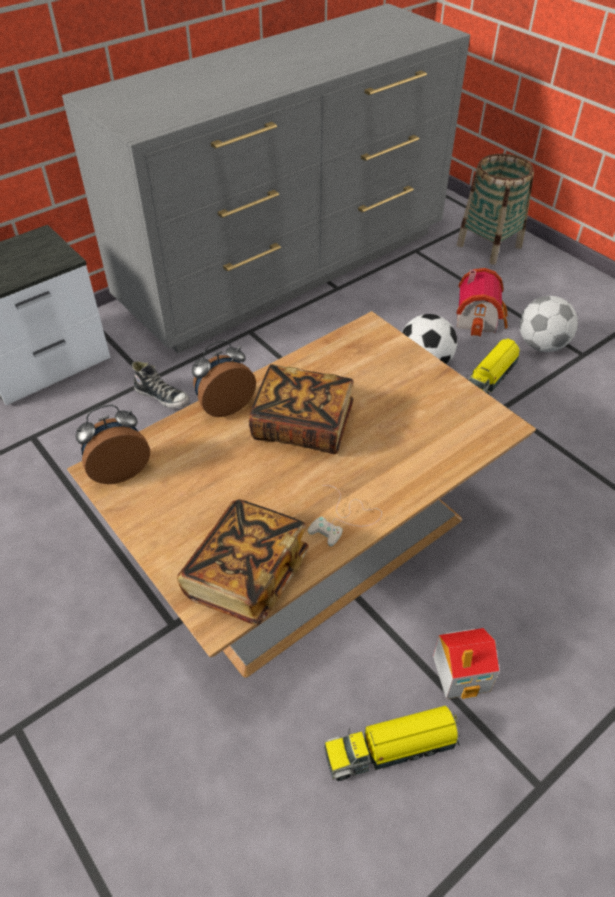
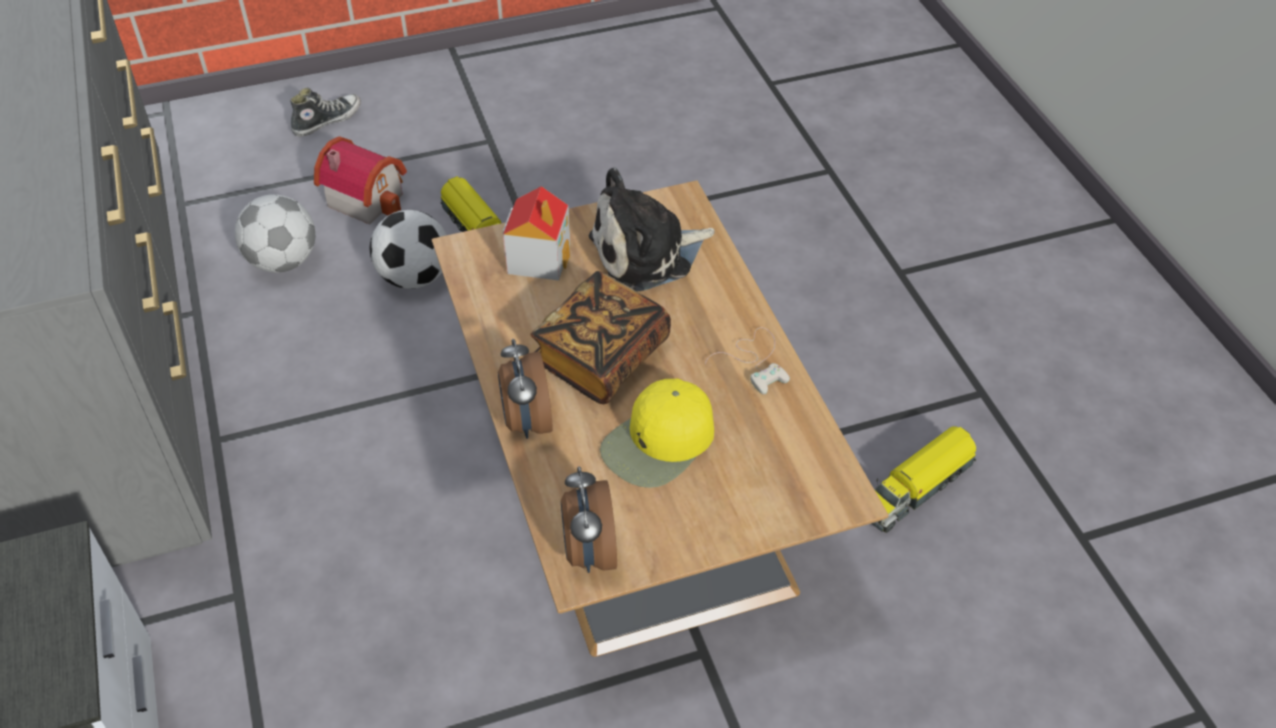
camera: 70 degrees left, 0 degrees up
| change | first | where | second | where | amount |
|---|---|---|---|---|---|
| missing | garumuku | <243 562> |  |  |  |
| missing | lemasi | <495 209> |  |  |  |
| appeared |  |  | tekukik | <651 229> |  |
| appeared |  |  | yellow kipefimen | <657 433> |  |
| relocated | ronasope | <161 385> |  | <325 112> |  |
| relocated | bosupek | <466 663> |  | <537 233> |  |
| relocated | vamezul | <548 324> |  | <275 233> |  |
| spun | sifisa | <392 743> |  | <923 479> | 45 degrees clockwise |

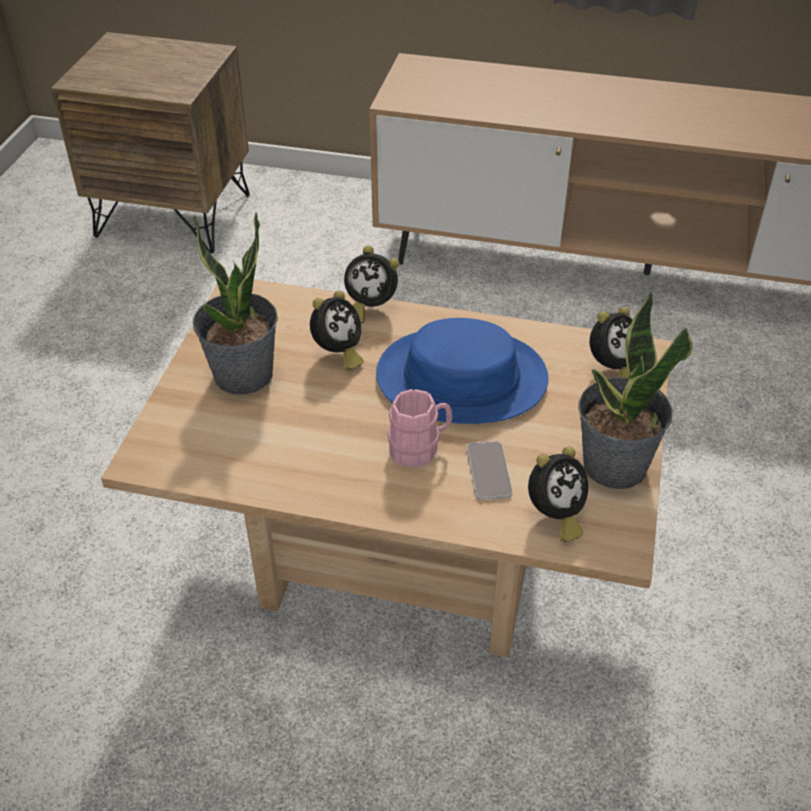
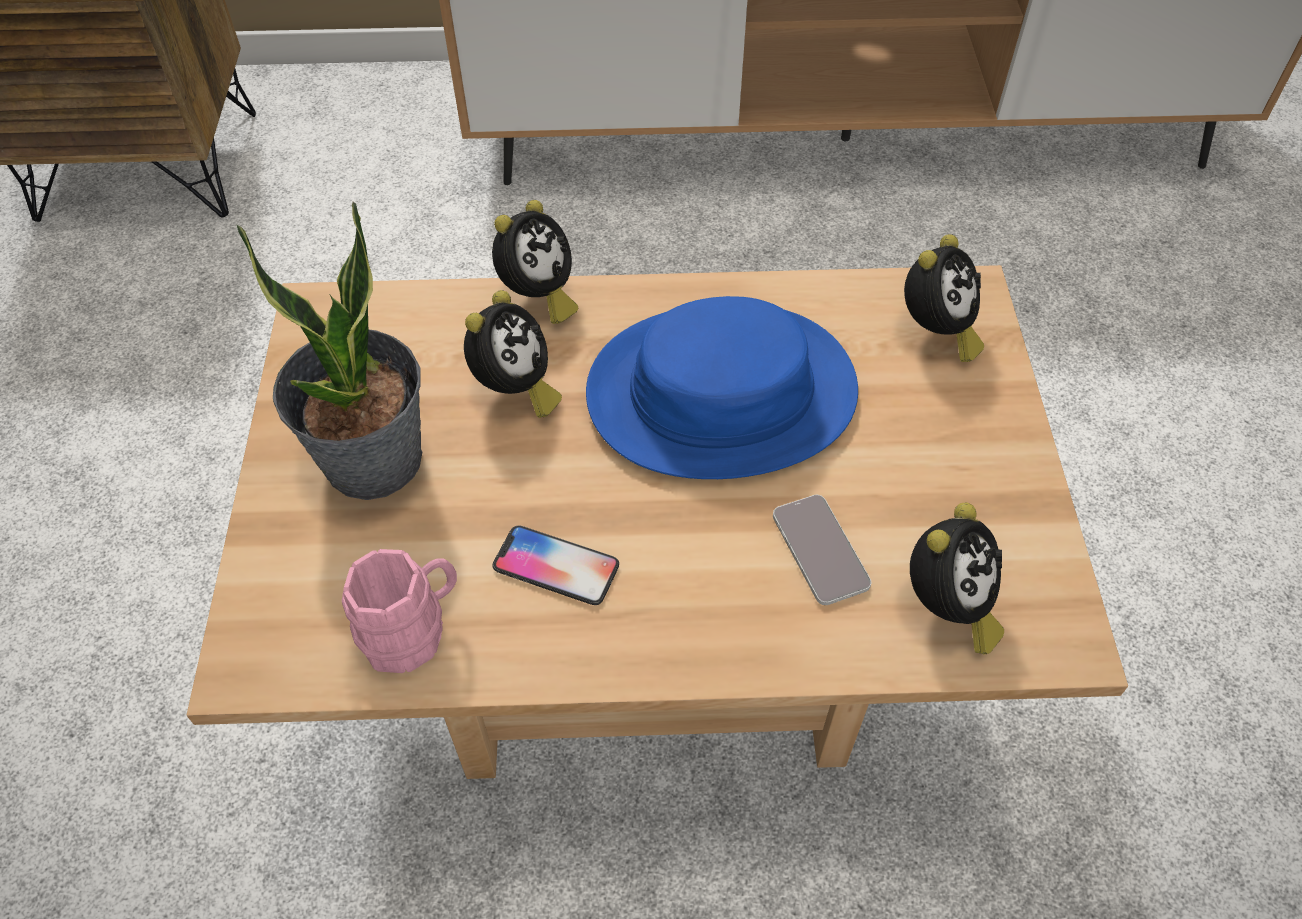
camera: 15 degrees left, 10 degrees up
| change | first | where | second | where | amount |
|---|---|---|---|---|---|
| missing | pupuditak | <635 390> |  |  |  |
| appeared |  |  | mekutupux | <555 565> |  |
| relocated | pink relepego | <419 428> |  | <399 611> |  |
| spun | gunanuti | <372 284> |  | <535 262> | 60 degrees counterclockwise |

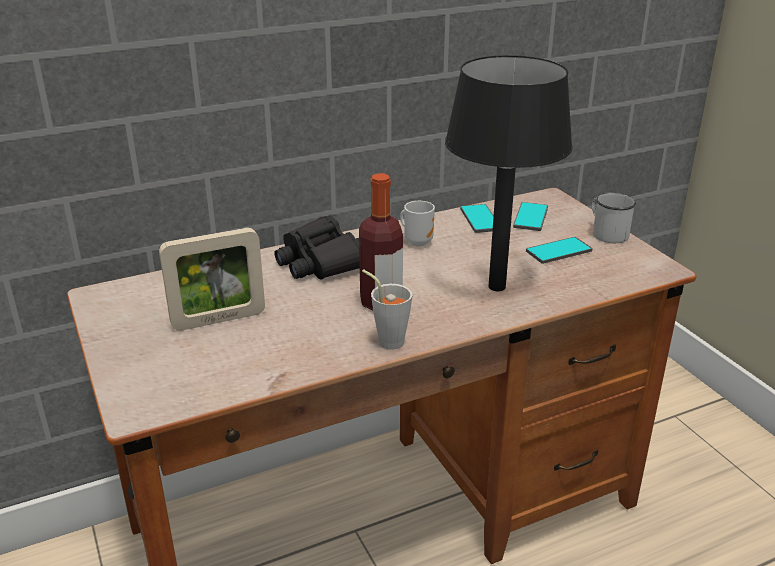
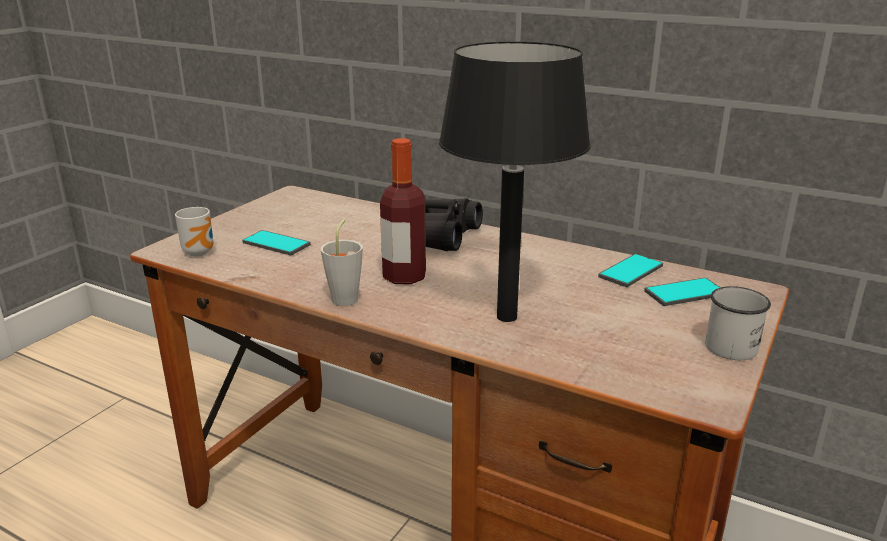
camera: 55 degrees right, 5 degrees down
| change | first | where | second | where | amount |
|---|---|---|---|---|---|
| missing | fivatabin | <212 279> |  |  |  |
| relocated | relepego | <417 223> |  | <194 231> |  |
| relocated | mekutupux | <559 250> |  | <276 242> |  |

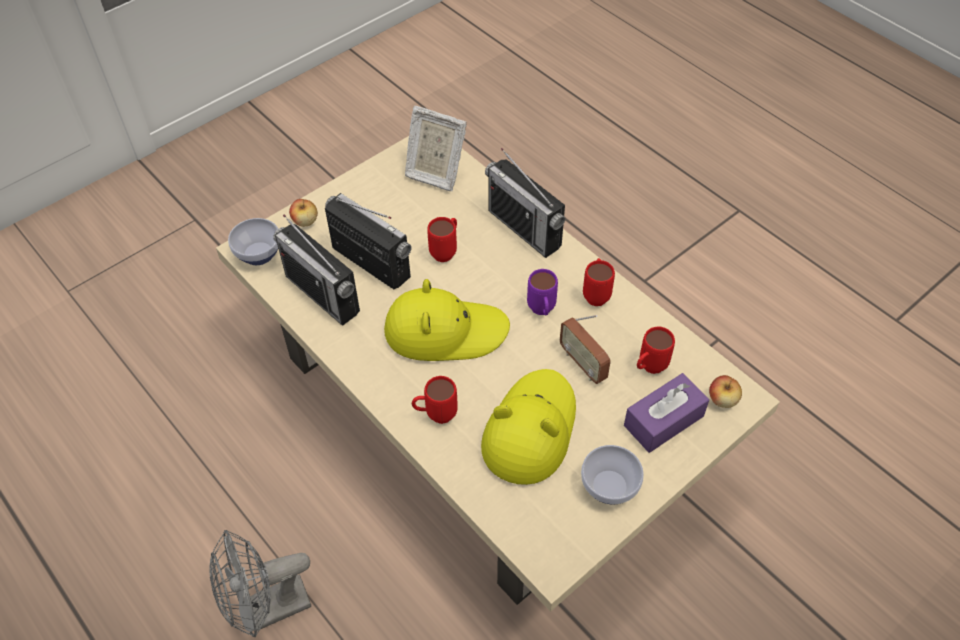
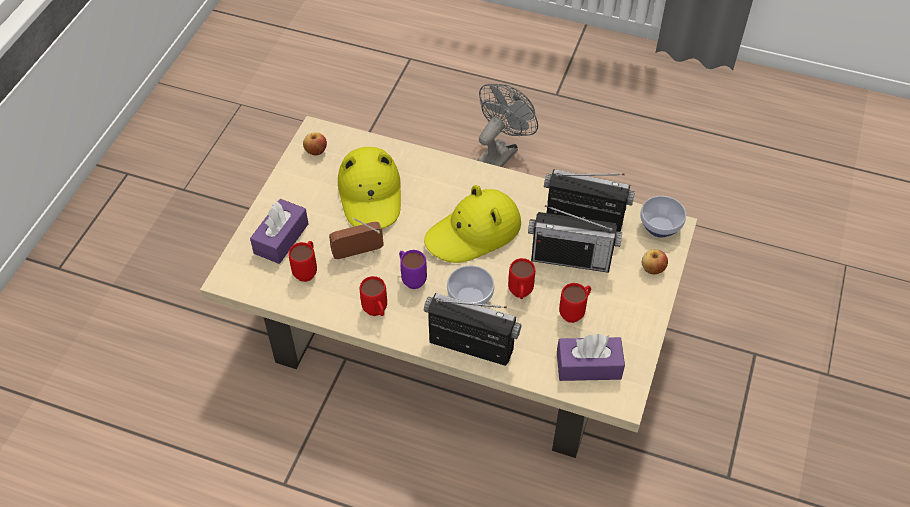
camera: 150 degrees right, 0 degrees up
| change | first | where | second | where | amount |
|---|---|---|---|---|---|
| relocated | red relepego | <435 400> |  | <575 303> |  |
| relocated | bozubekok | <612 474> |  | <470 284> |  |
| relocated | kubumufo | <725 391> |  | <315 143> |  |
| exchanged | fivatabin | <436 148> | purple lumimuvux | <591 357> |  |
| spun | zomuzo | <585 349> |  | <356 239> | 45 degrees counterclockwise |

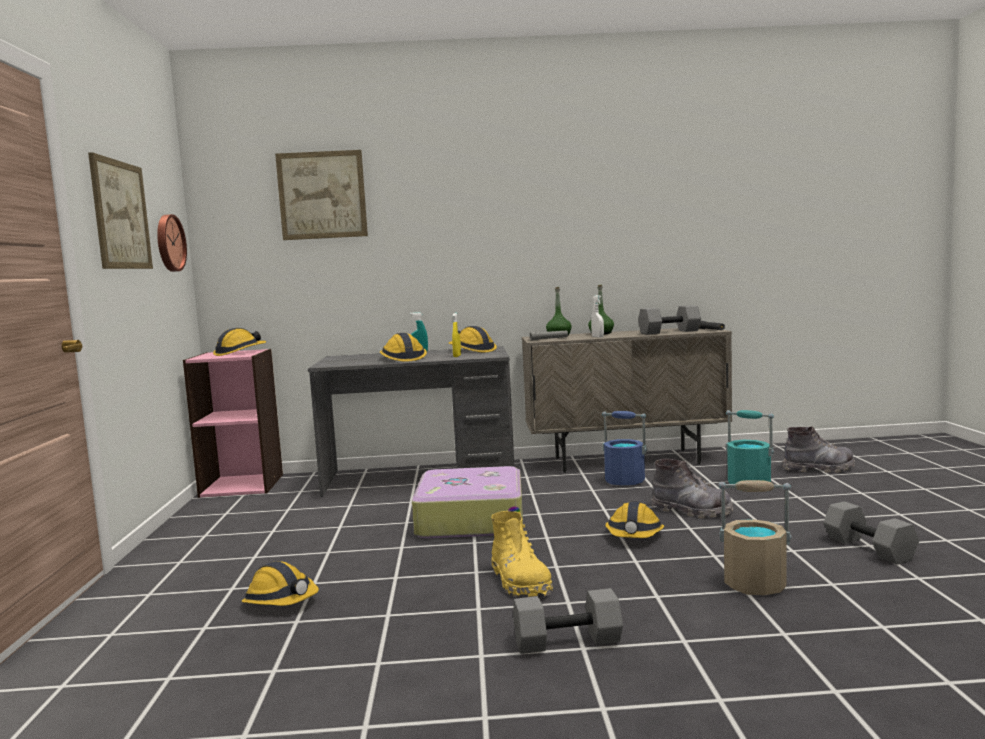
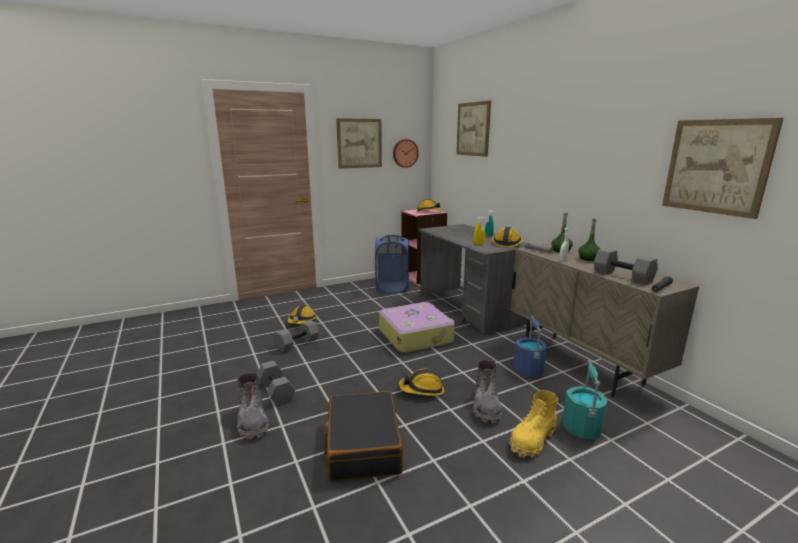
camera: 65 degrees right, 10 degrees up
| change | first | where | second | where | amount |
|---|---|---|---|---|---|
| missing | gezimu | <403 347> |  |  |  |
| appeared |  |  | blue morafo | <392 264> |  |
| appeared |  |  | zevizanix | <722 168> |  |
| relocated | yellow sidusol | <522 554> |  | <534 424> |  |
| relocated | grey sidusol | <819 449> |  | <253 406> |  |
| relocated | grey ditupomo | <871 533> |  | <296 336> |  |
| exchanged | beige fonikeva | <755 537> | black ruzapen | <363 436> |  |

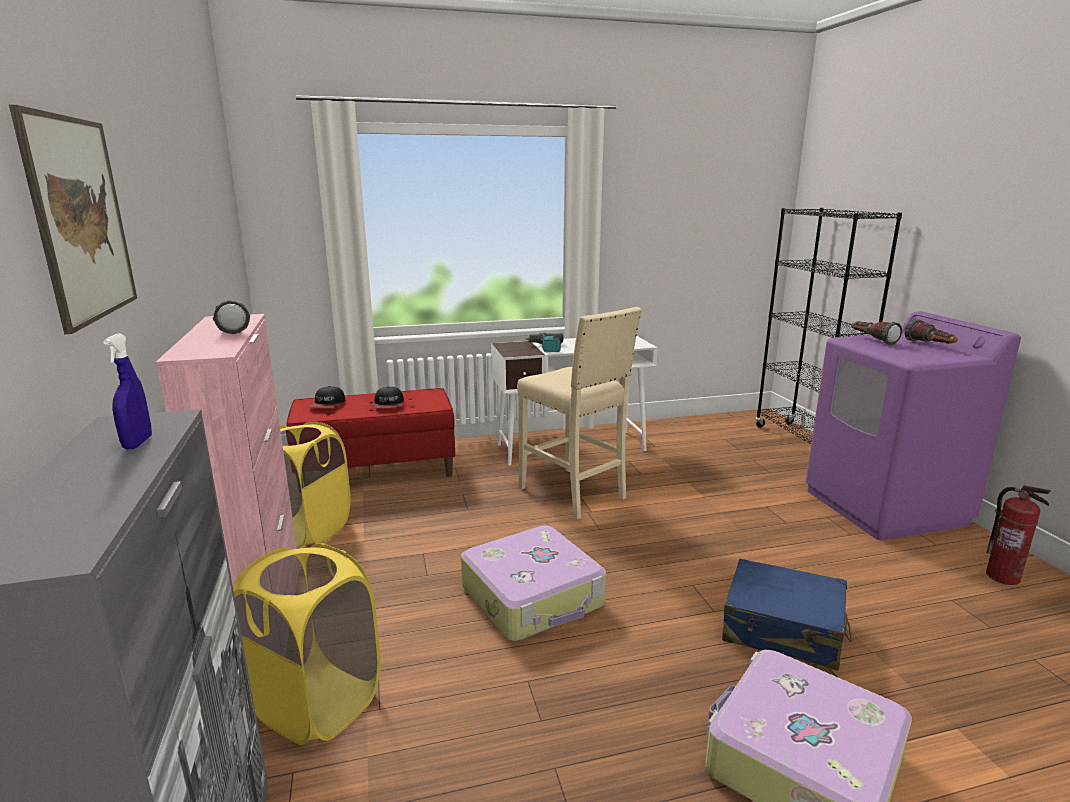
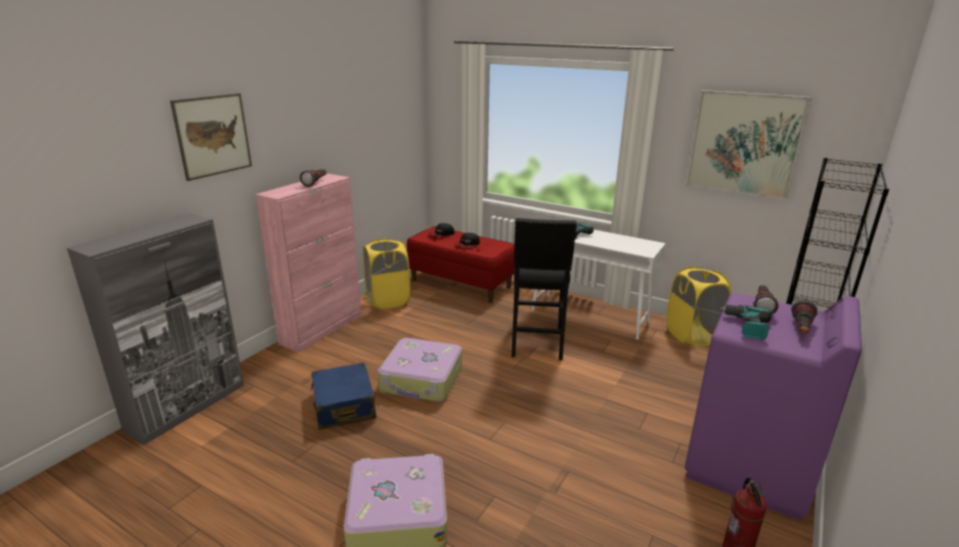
camera: 45 degrees right, 5 degrees up
| change | first | where | second | where | amount |
|---|---|---|---|---|---|
| missing | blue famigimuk | <127 391> |  |  |  |
| appeared |  |  | zevizanix | <748 145> |  |
| appeared |  |  | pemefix | <745 322> |  |
| relocated | yellow morafo | <307 644> |  | <699 307> |  |
| relocated | blue ruzapen | <787 615> |  | <343 396> |  |
| colour | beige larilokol | <579 413> | black larilokol | <544 289> |  |

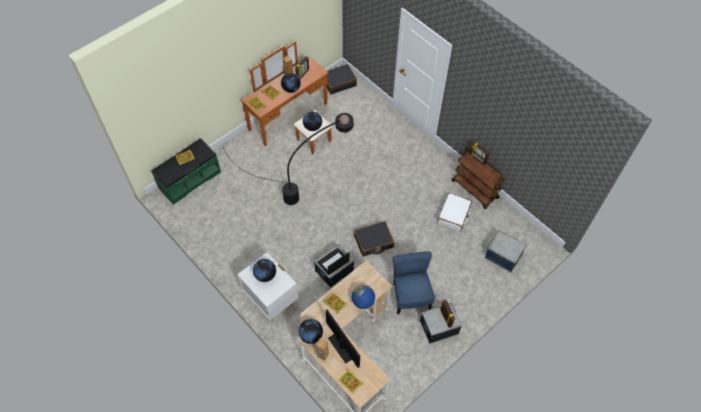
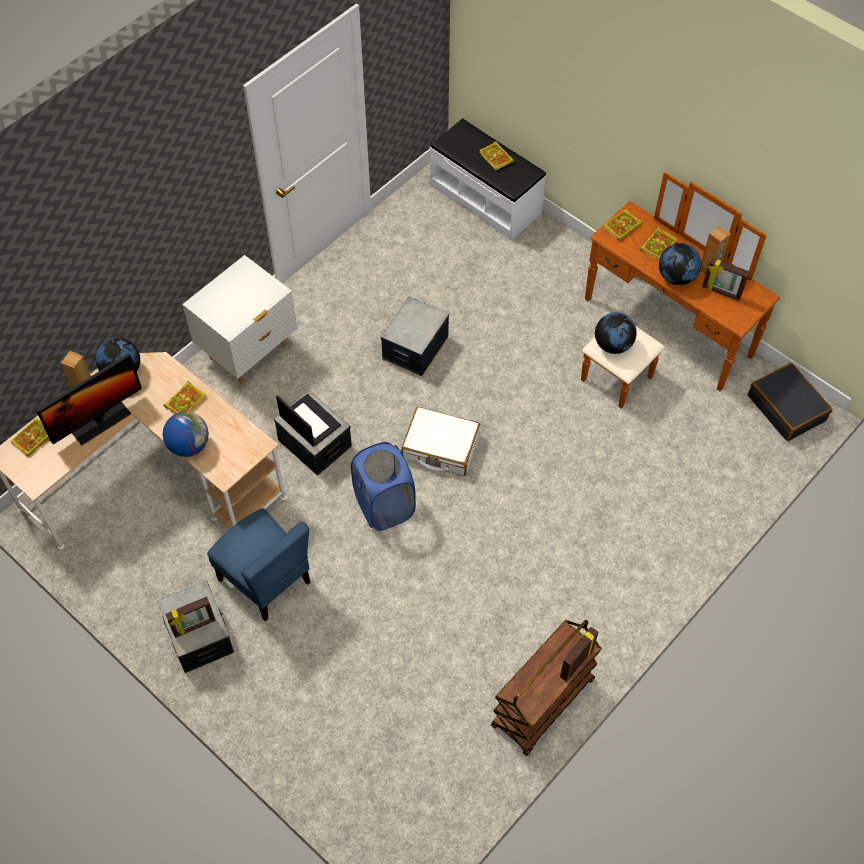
camera: 85 degrees right, 0 degrees up
| change | first | where | second | where | amount |
|---|---|---|---|---|---|
| missing | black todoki | <288 159> |  |  |  |
| missing | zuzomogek | <264 270> |  |  |  |
| relocated | white ruzapen | <454 212> |  | <440 441> |  |
| relocated | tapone | <505 251> |  | <415 336> |  |
| exchanged | black ruzapen | <374 239> | blue morafo | <383 486> |  |
| colour | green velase | <186 171> | white velase | <488 179> |  |
| spun | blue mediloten | <413 282> |  | <258 564> | 60 degrees clockwise |

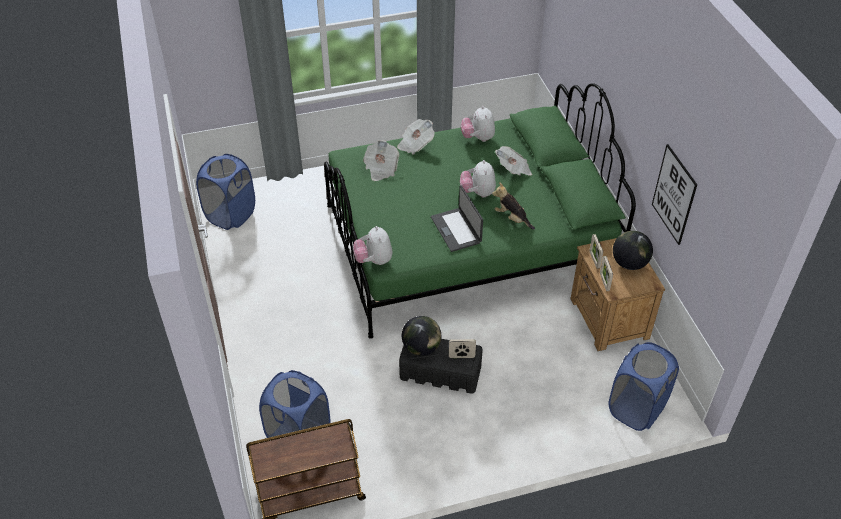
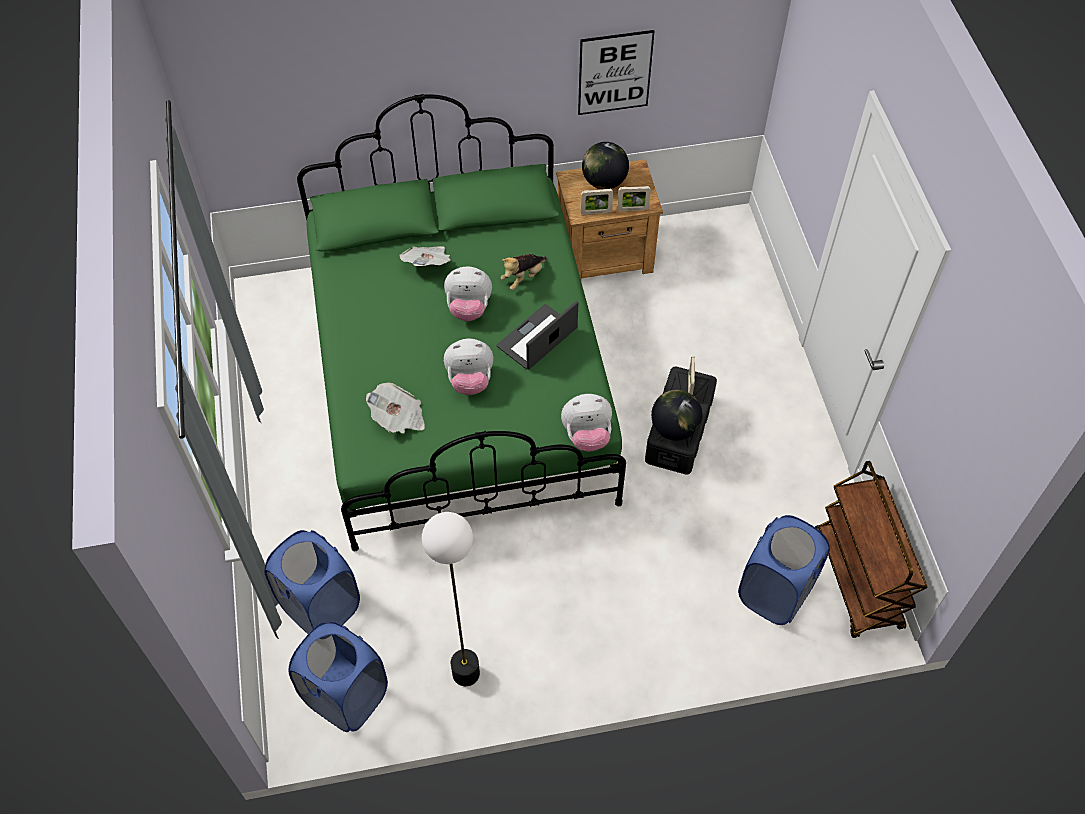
camera: 85 degrees left, 10 degrees up
| change | first | where | second | where | amount |
|---|---|---|---|---|---|
| missing | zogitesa | <416 136> |  |  |  |
| appeared |  |  | todoki | <451 599> |  |
| relocated | tekukik | <478 124> |  | <468 367> |  |
| relocated | blue morafo | <643 386> |  | <312 582> |  |
| spun | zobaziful | <457 218> |  | <537 335> | 150 degrees clockwise |

